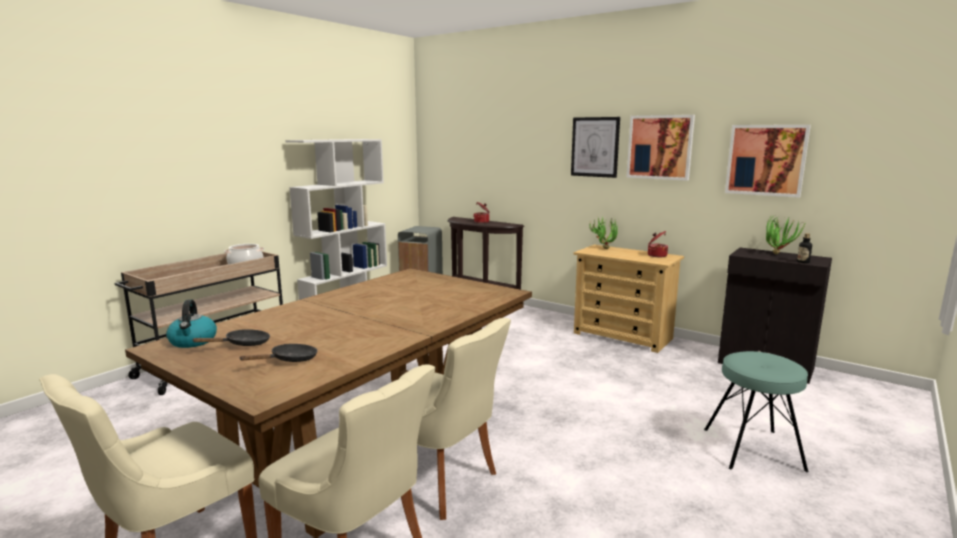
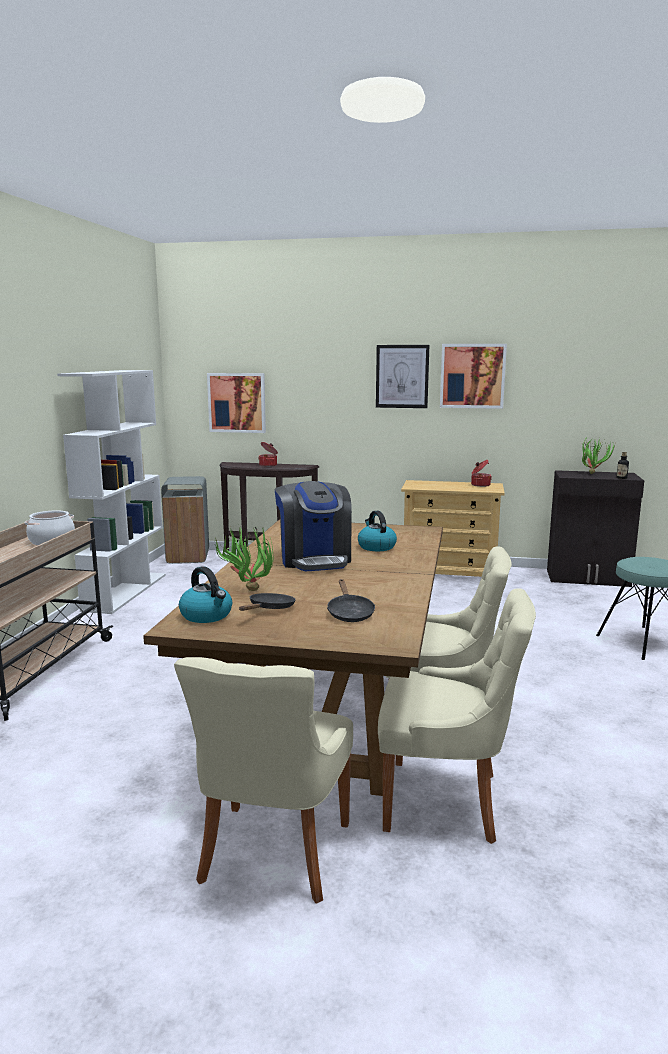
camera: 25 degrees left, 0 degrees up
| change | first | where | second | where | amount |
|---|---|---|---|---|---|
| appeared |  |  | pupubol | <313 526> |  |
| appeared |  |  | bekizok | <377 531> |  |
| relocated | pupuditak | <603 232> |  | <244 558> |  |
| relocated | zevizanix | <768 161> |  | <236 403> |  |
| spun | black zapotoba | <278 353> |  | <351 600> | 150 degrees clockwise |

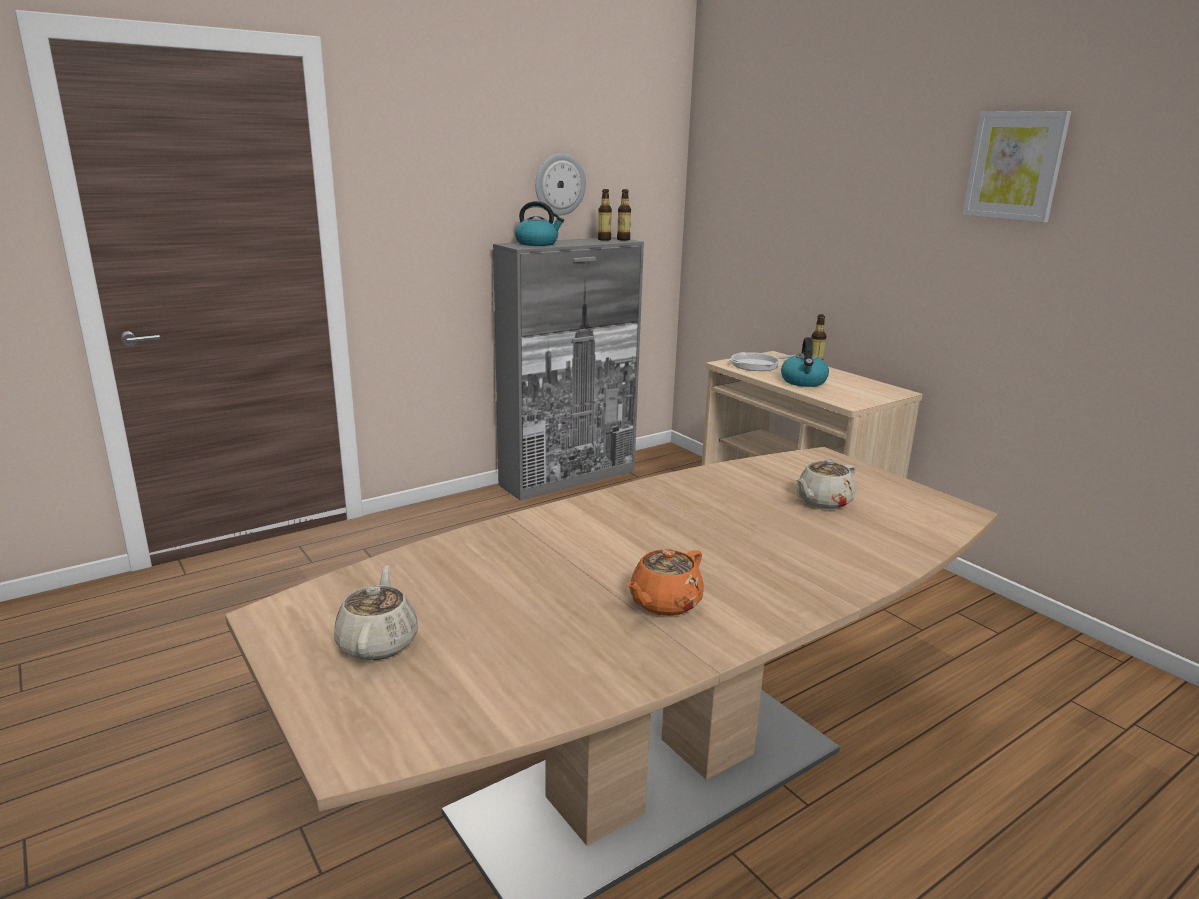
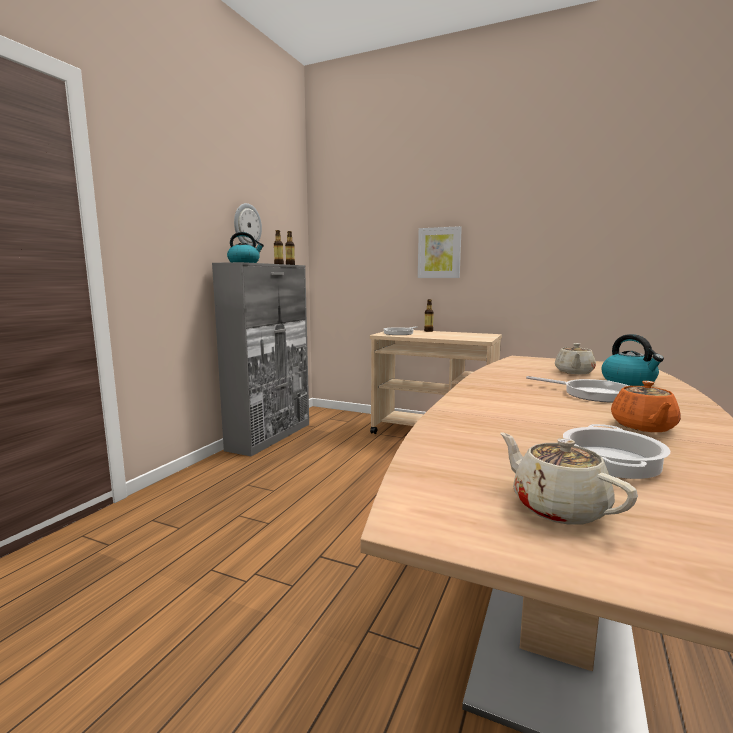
camera: 30 degrees left, 10 degrees down
| change | first | where | second | where | amount |
|---|---|---|---|---|---|
| appeared |  |  | zapotoba | <577 389> |  |
| appeared |  |  | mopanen | <616 451> |  |
| relocated | bekizok | <805 362> |  | <632 360> |  |
| relocated | zevizanix | <1016 167> |  | <440 252> |  |

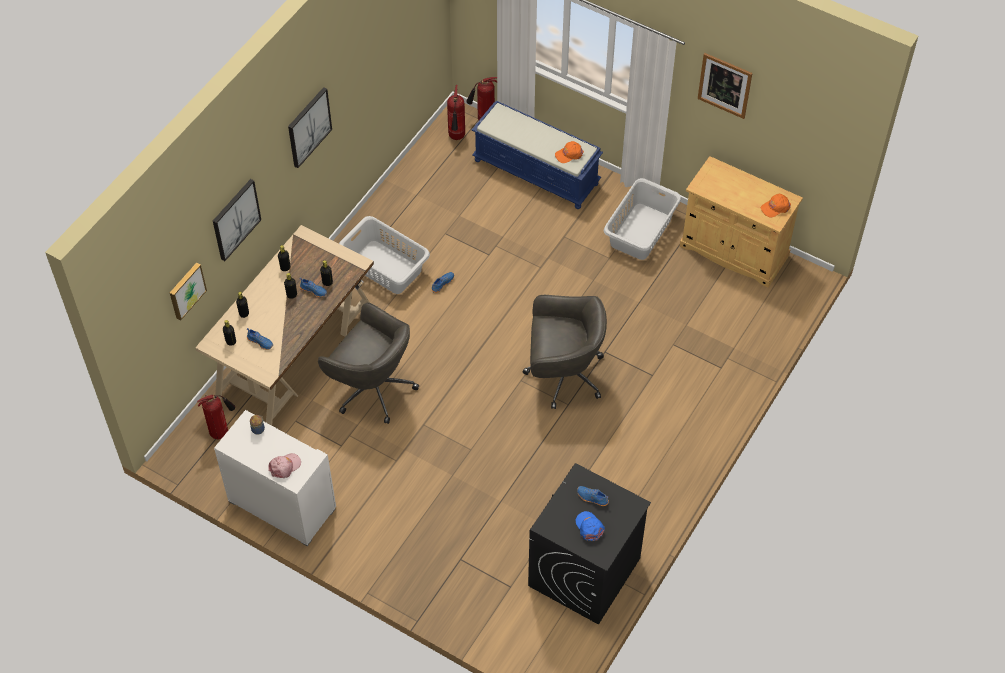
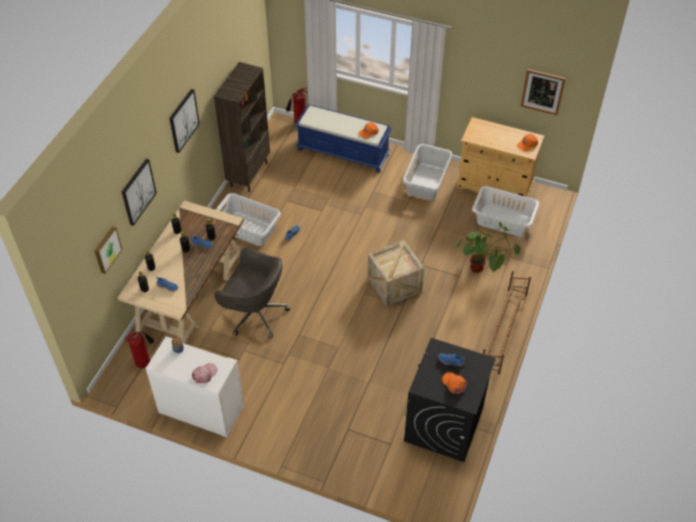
camera: 10 degrees left, 5 degrees down
| change | first | where | second | where | amount |
|---|---|---|---|---|---|
| missing | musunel | <456 112> |  |  |  |
| appeared |  |  | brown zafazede | <242 127> |  |
| appeared |  |  | pupuditak | <488 247> |  |
| appeared |  |  | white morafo | <505 211> |  |
| appeared |  |  | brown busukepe | <507 322> |  |
| relocated | zevizanix | <725 86> |  | <543 92> |  |
| exchanged | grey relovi | <565 352> | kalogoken | <395 273> |  |
| colour | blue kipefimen | <590 526> | orange kipefimen | <454 383> |  |

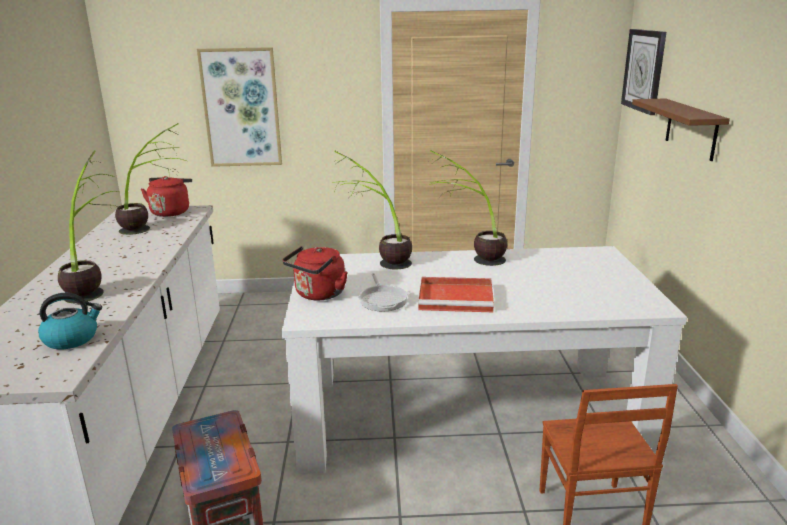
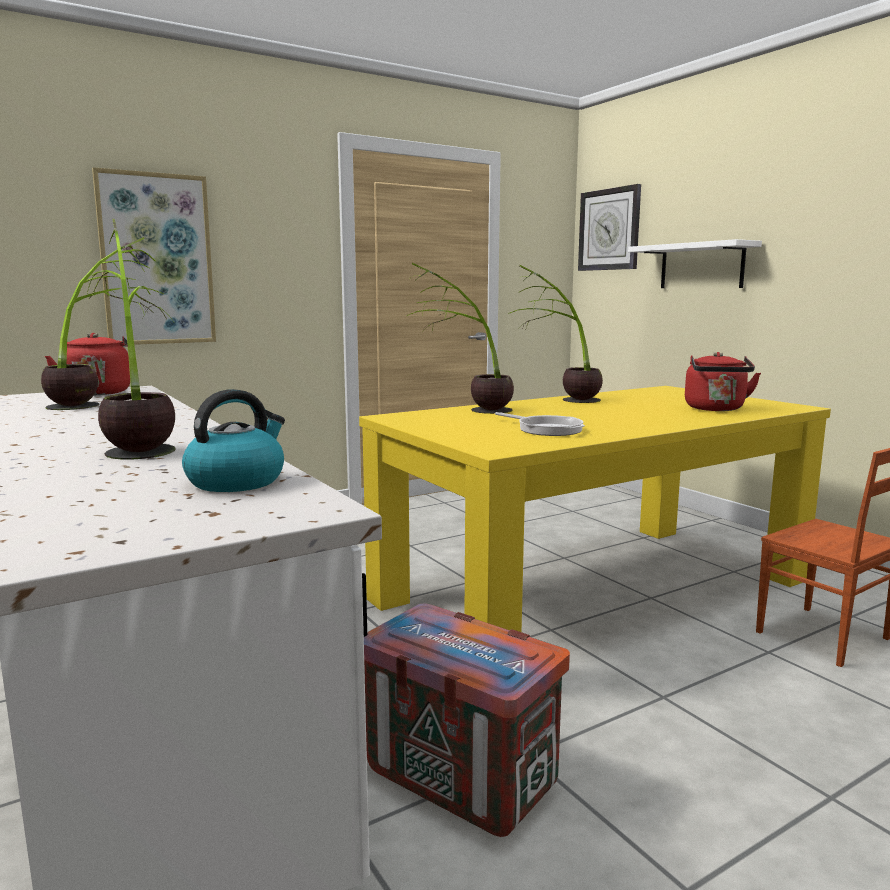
camera: 30 degrees left, 10 degrees down
| change | first | where | second | where | amount |
|---|---|---|---|---|---|
| missing | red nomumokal | <456 294> |  |  |  |
| relocated | red bekizok | <315 273> |  | <723 381> |  |
| colour | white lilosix | <484 360> | yellow lilosix | <595 509> |  |
| colour | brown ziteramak | <681 130> | white ziteramak | <695 263> |  |

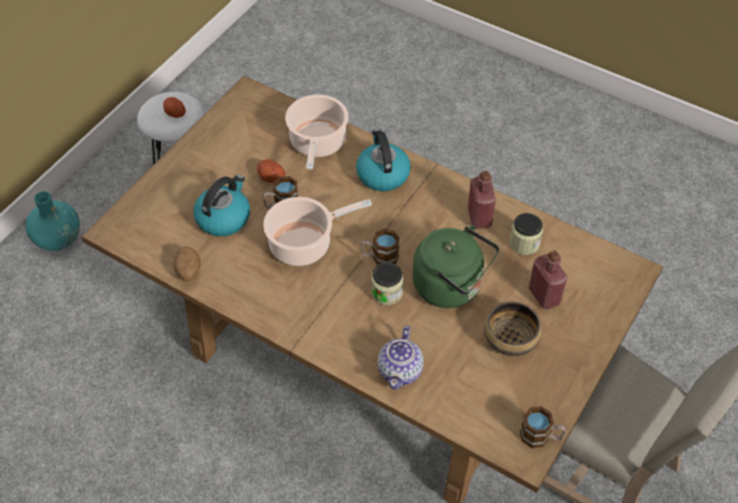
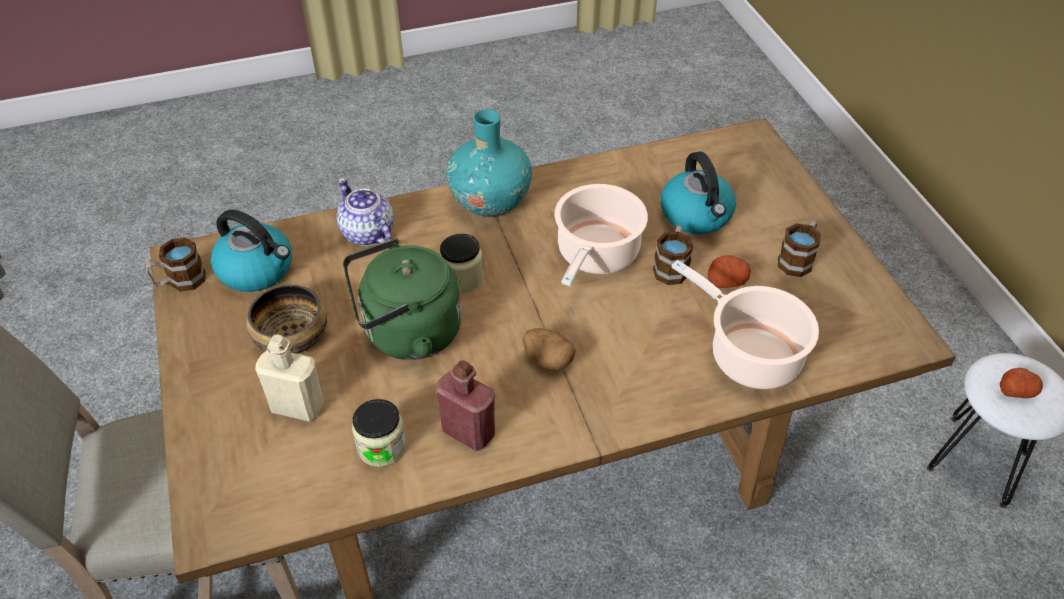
camera: 130 degrees right, 5 degrees down
| change | first | where | second | where | amount |
|---|---|---|---|---|---|
| relocated | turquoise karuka | <53 221> |  | <489 163> |  |
| relocated | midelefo | <187 263> |  | <549 349> |  |
| relocated | bekizok | <383 160> |  | <251 250> |  |
| relocated | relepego | <380 246> |  | <799 248> |  |
| colour | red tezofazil | <548 279> | beige tezofazil | <289 378> |  |

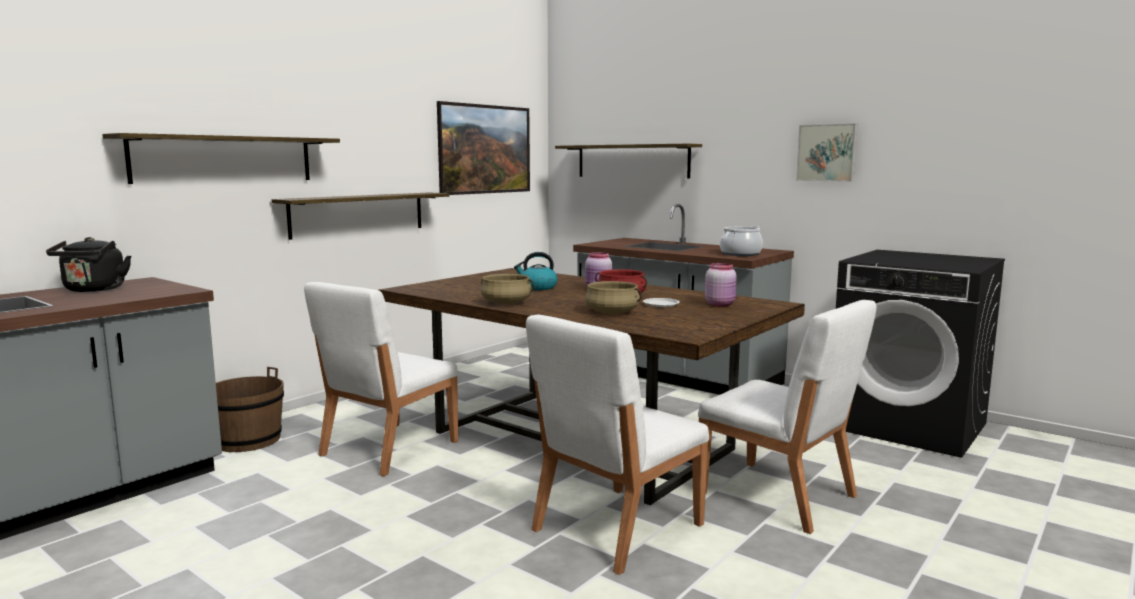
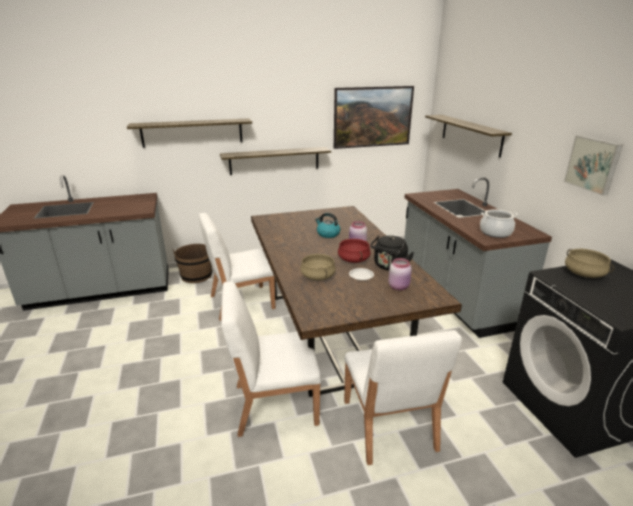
camera: 35 degrees right, 15 degrees up
| change | first | where | second | where | amount |
|---|---|---|---|---|---|
| relocated | black bekizok | <88 264> |  | <392 252> |  |
| relocated | beige mopanen | <508 289> |  | <589 263> |  |

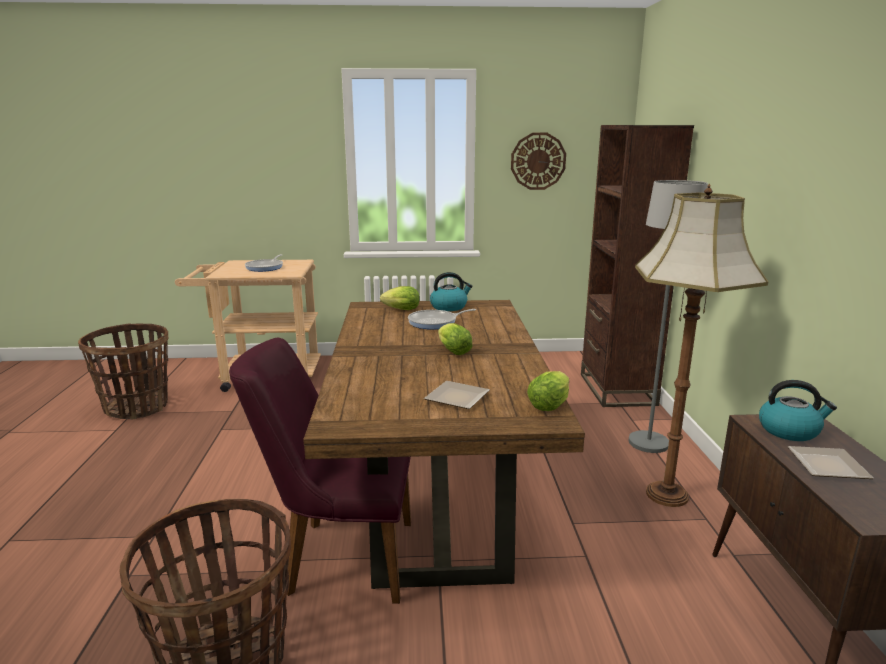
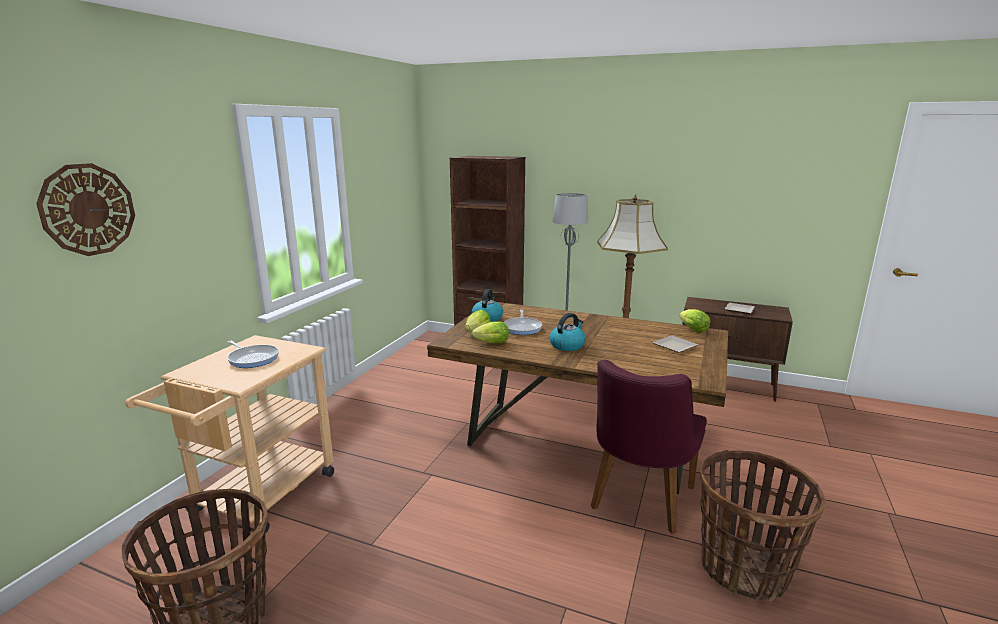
camera: 65 degrees left, 0 degrees up
| change | first | where | second | where | amount |
|---|---|---|---|---|---|
| relocated | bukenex | <455 339> |  | <490 332> |  |
| relocated | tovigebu | <538 161> |  | <85 209> |  |
| relocated | bekizok | <798 410> |  | <568 332> |  |

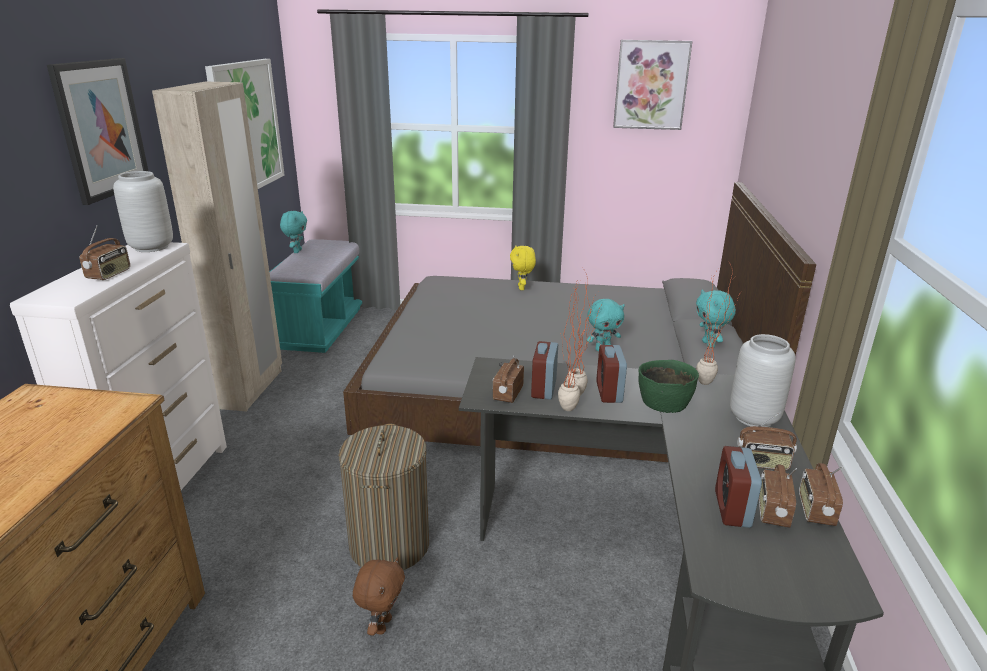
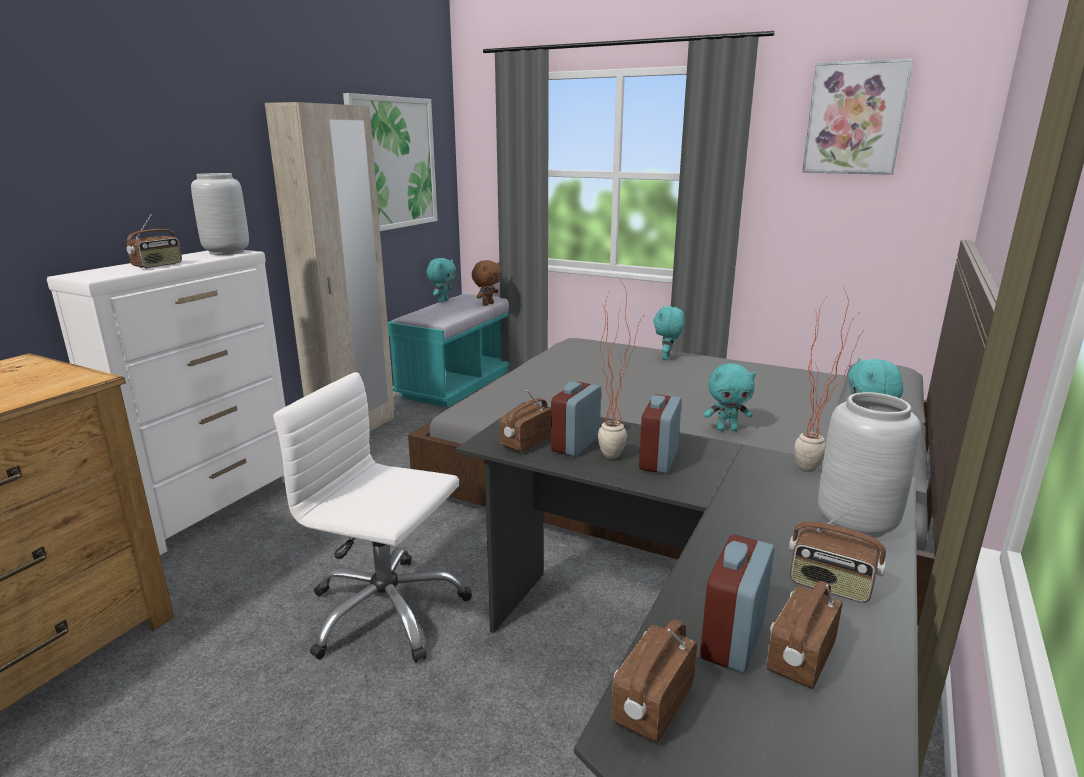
camera: 20 degrees right, 5 degrees down
| change | first | where | second | where | amount |
|---|---|---|---|---|---|
| missing | zevizanix | <97 131> |  |  |  |
| missing | pupuditak | <579 347> |  |  |  |
| missing | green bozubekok | <668 386> |  |  |  |
| relocated | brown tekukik | <379 596> |  | <487 283> |  |
| relocated | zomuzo | <821 494> |  | <654 681> |  |
| exchanged | morafo | <383 497> | white relovi | <372 517> |  |
| colour | yellow tekukik | <523 267> | turquoise tekukik | <669 333> |  |

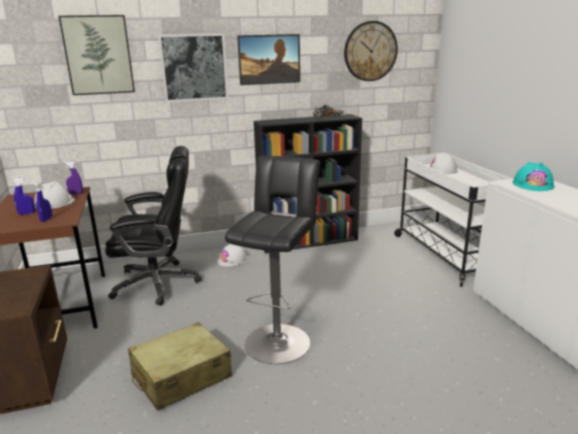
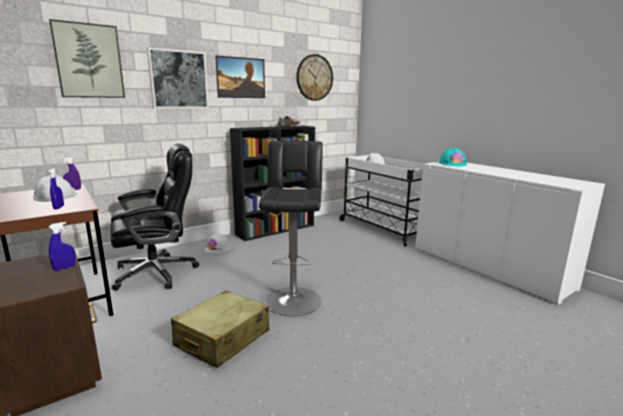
camera: 20 degrees left, 5 degrees down
| change | first | where | second | where | amount |
|---|---|---|---|---|---|
| relocated | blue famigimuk | <24 196> |  | <62 246> |  |

